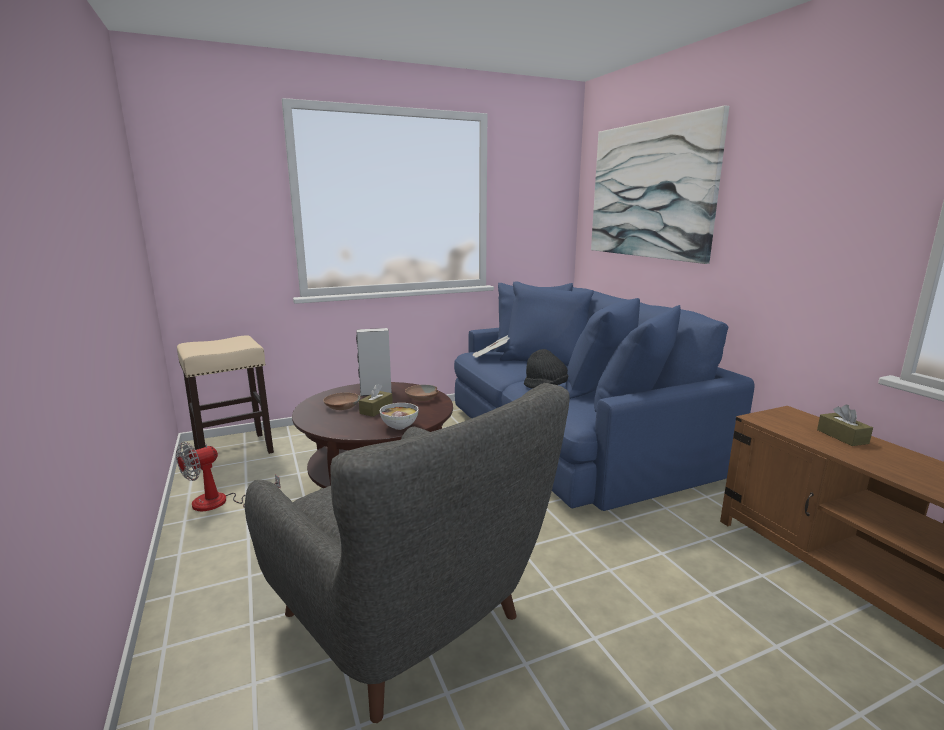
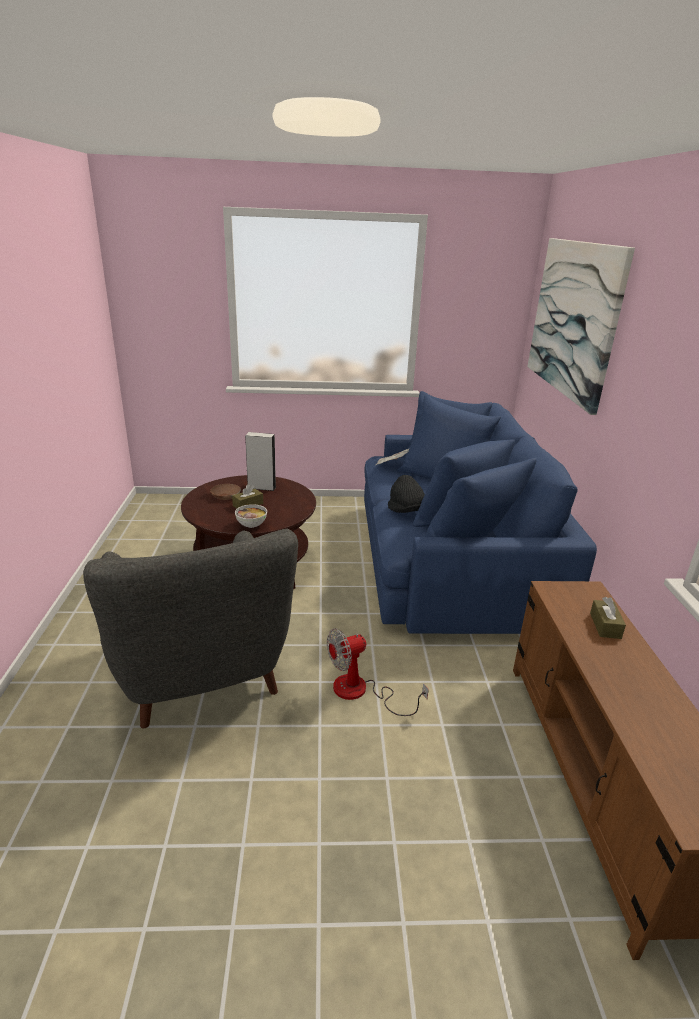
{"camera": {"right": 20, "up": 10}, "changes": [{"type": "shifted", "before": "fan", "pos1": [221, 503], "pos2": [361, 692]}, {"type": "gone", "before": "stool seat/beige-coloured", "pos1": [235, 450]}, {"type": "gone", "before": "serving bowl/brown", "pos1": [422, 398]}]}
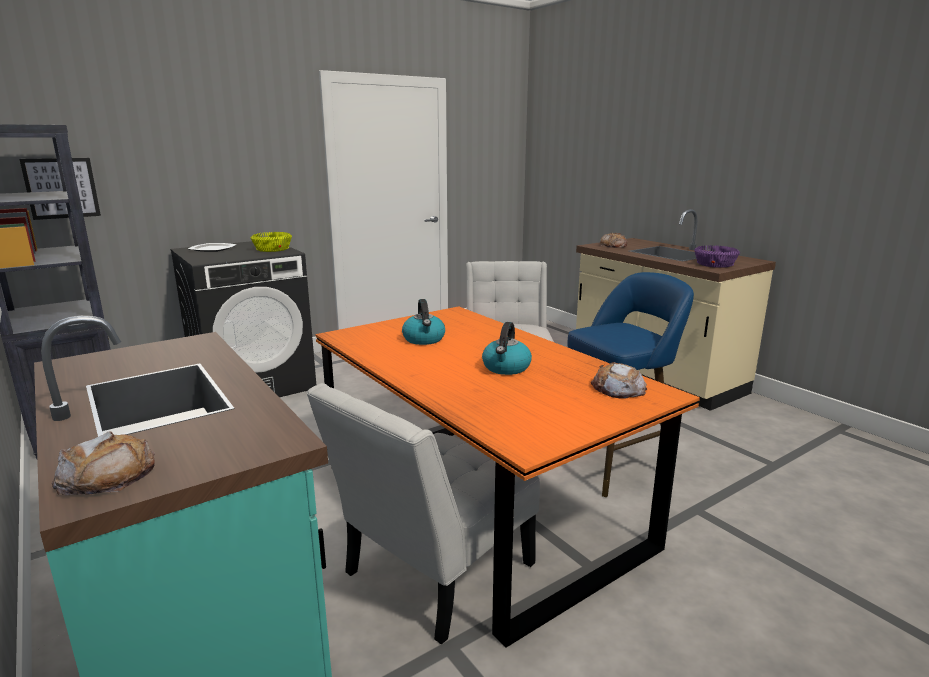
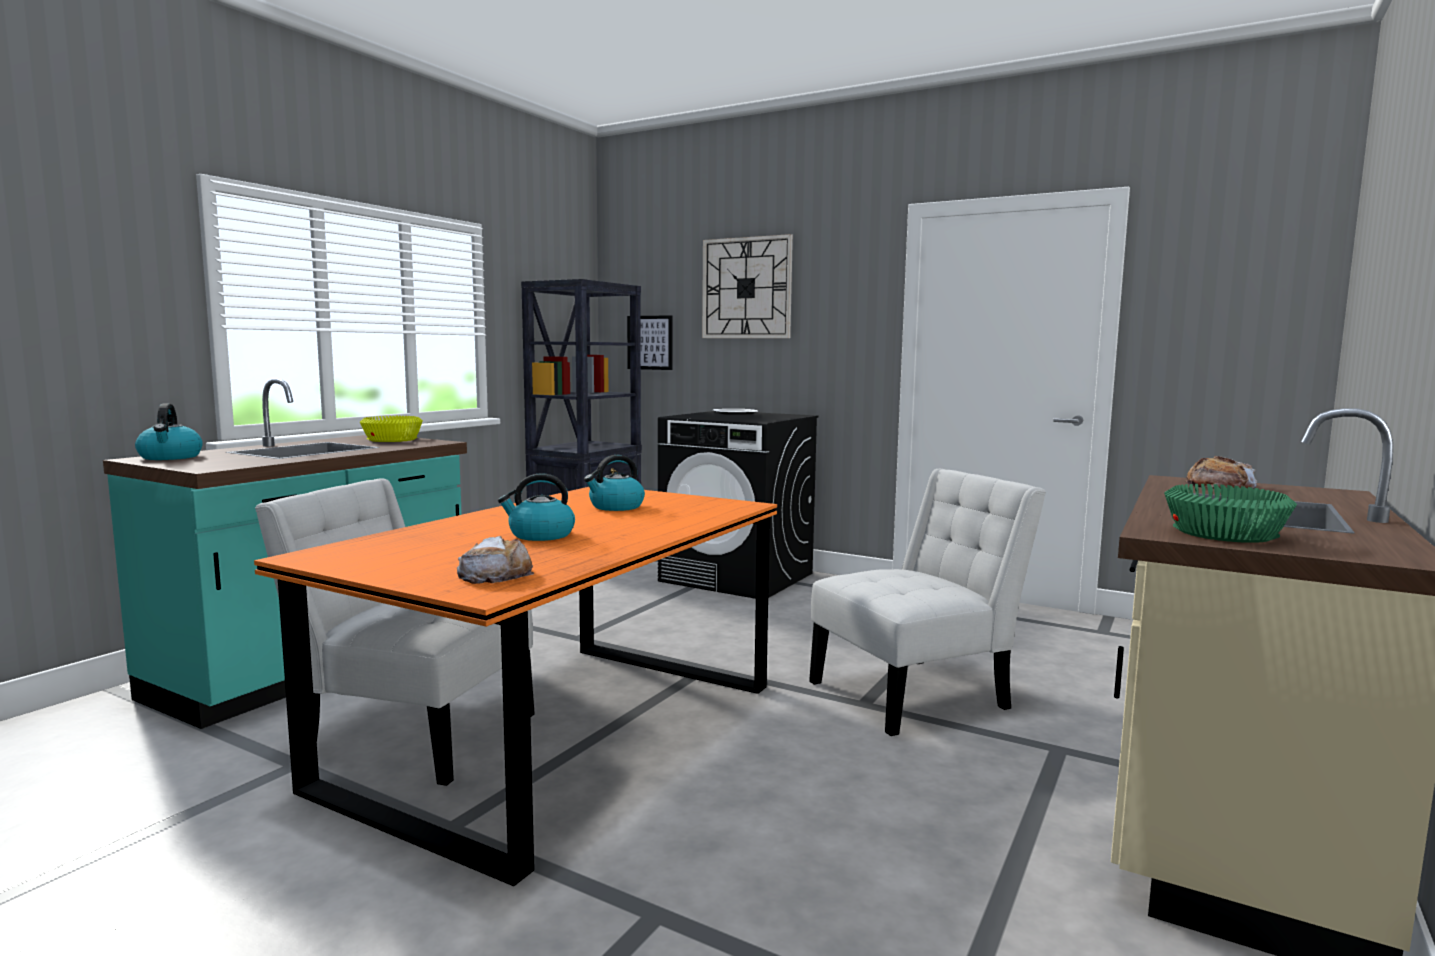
{"camera": {"right": 65, "up": -10}, "changes": [{"type": "swapped", "before": "bakery bread", "after": "kettle", "pos1": [107, 474], "pos2": [170, 457]}, {"type": "shifted", "before": "serving bowl/yellow-coloured", "pos1": [272, 249], "pos2": [391, 439]}, {"type": "new", "after": "hanging clock", "pos2": [746, 288]}, {"type": "repainted", "before": "serving bowl/purplish", "after": "serving bowl/greenish", "pos1": [714, 264], "pos2": [1221, 533]}, {"type": "gone", "before": "stool seat/blue", "pos1": [614, 463]}]}
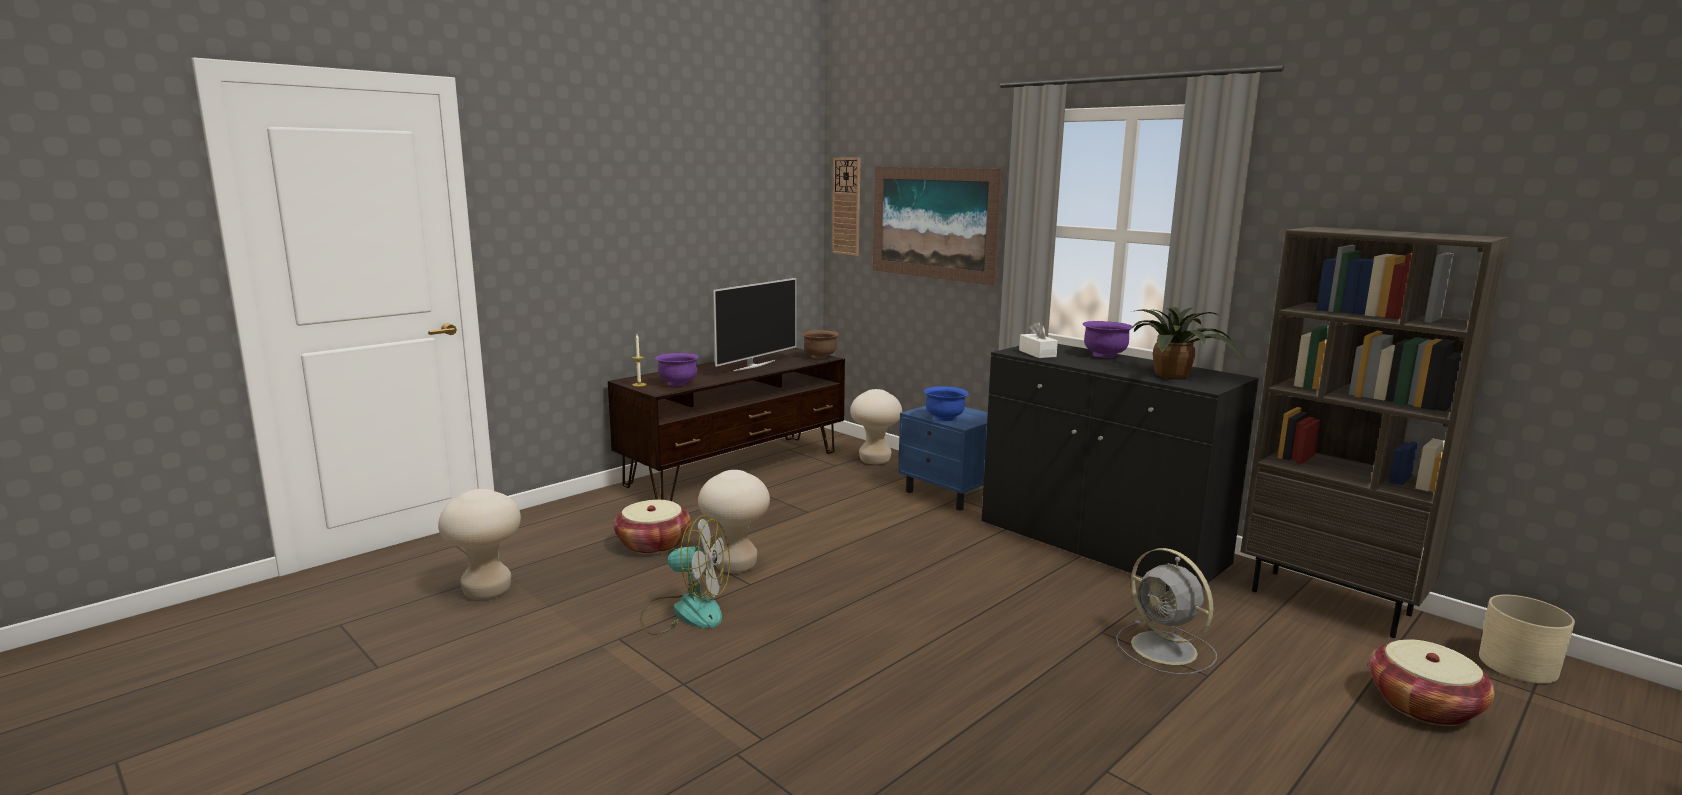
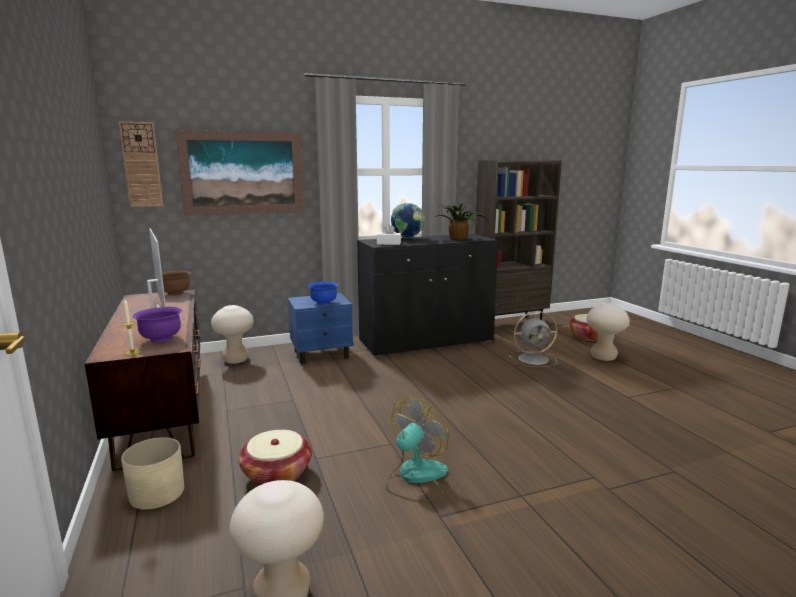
{"camera": {"right": -65, "up": 0}, "changes": [{"type": "shifted", "before": "plant pot/beige-coloured", "pos1": [1517, 665], "pos2": [157, 493]}, {"type": "swapped", "before": "serving bowl/purplish", "after": "desk globe", "pos1": [1105, 355], "pos2": [407, 238]}, {"type": "shifted", "before": "stool seat/beige-coloured", "pos1": [735, 566], "pos2": [603, 357]}]}
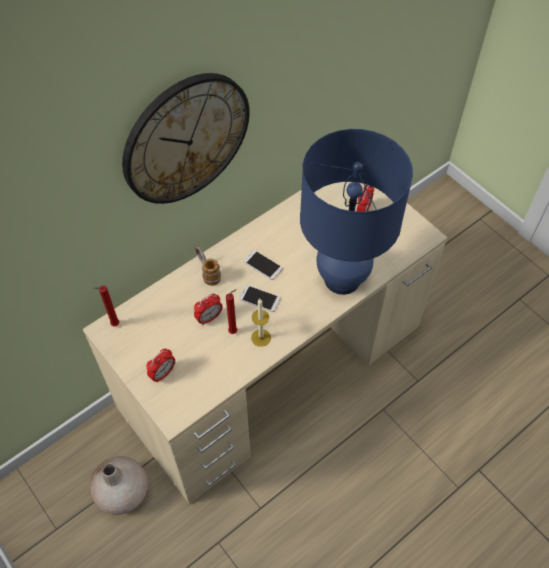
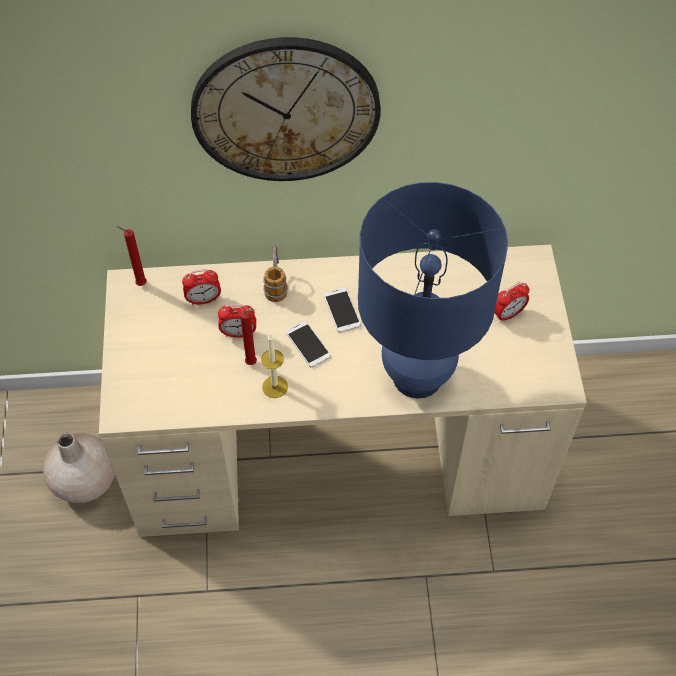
{"camera": {"right": 35, "up": 0}, "changes": [{"type": "shifted", "before": "bedside clock", "pos1": [163, 373], "pos2": [203, 300]}]}
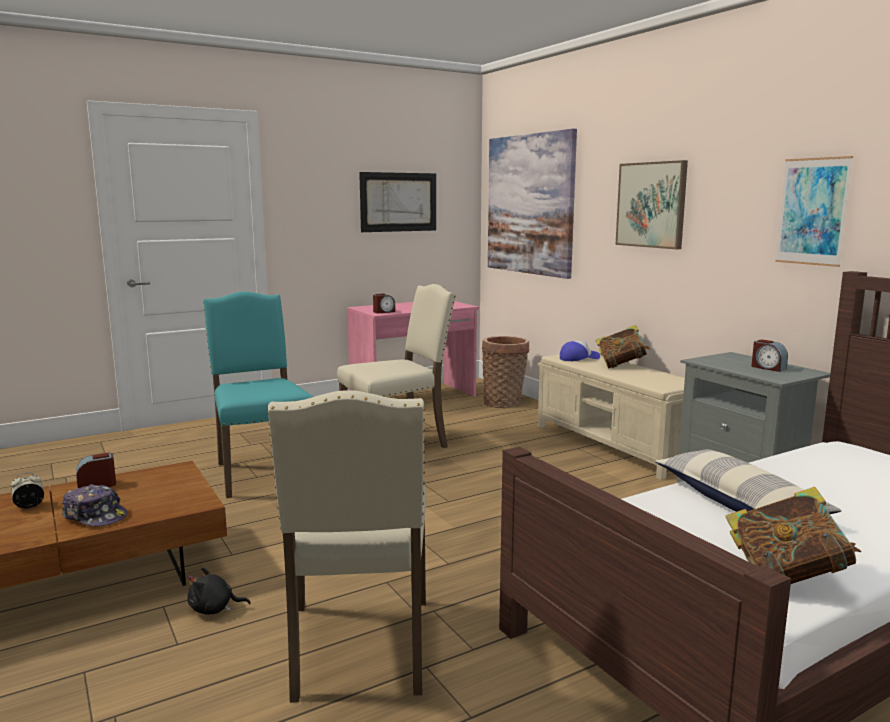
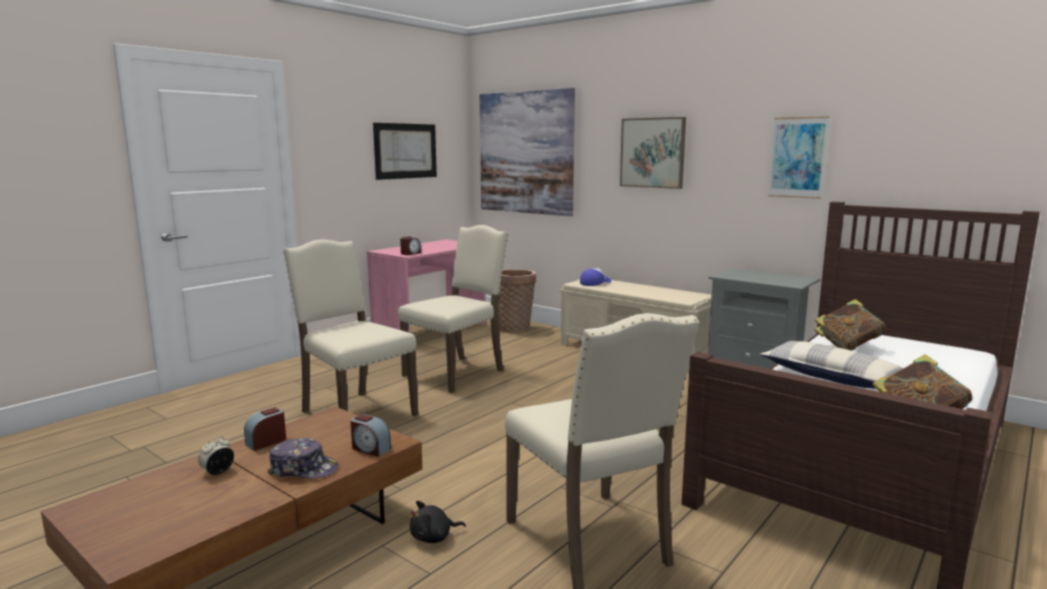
{"camera": {"right": -20, "up": 0}, "changes": [{"type": "repainted", "before": "chair/turquoise", "after": "chair/beige-coloured", "pos1": [262, 472], "pos2": [355, 413]}, {"type": "shifted", "before": "bedside clock", "pos1": [768, 368], "pos2": [370, 449]}, {"type": "shifted", "before": "volume", "pos1": [621, 365], "pos2": [847, 347]}]}
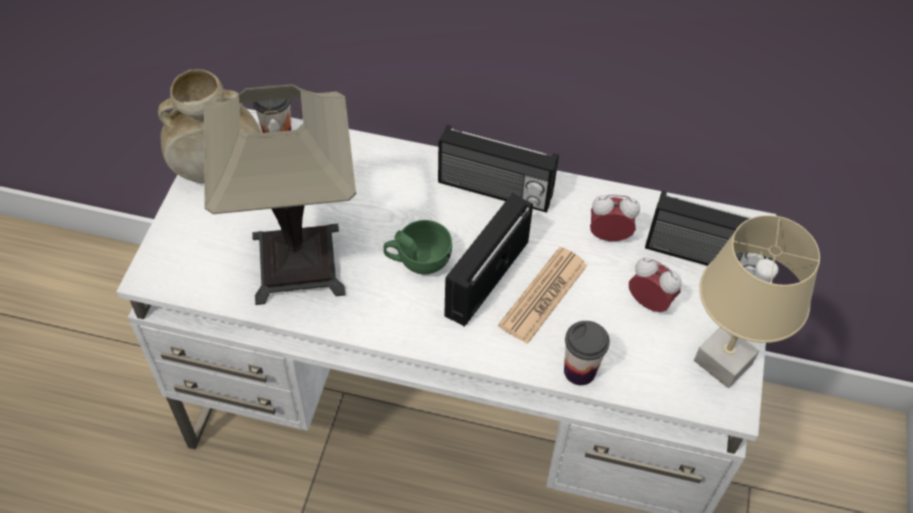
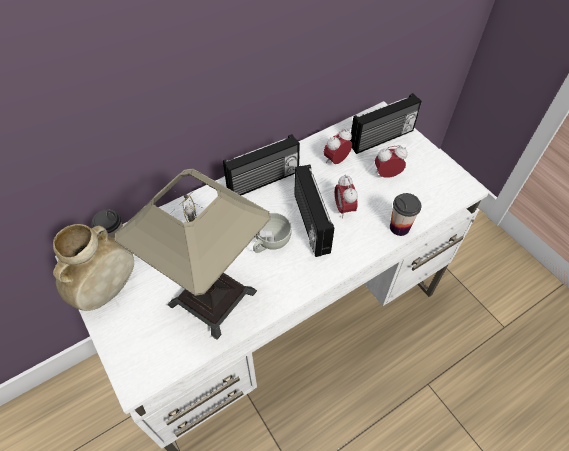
{"camera": {"right": -45, "up": 0}, "changes": [{"type": "repainted", "before": "small cup/greenish", "after": "small cup/white", "pos1": [418, 260], "pos2": [270, 242]}, {"type": "swapped", "before": "printed paper", "after": "bedside clock", "pos1": [543, 295], "pos2": [344, 209]}, {"type": "gone", "before": "tabletop lamp/beige-coloured", "pos1": [722, 362]}]}
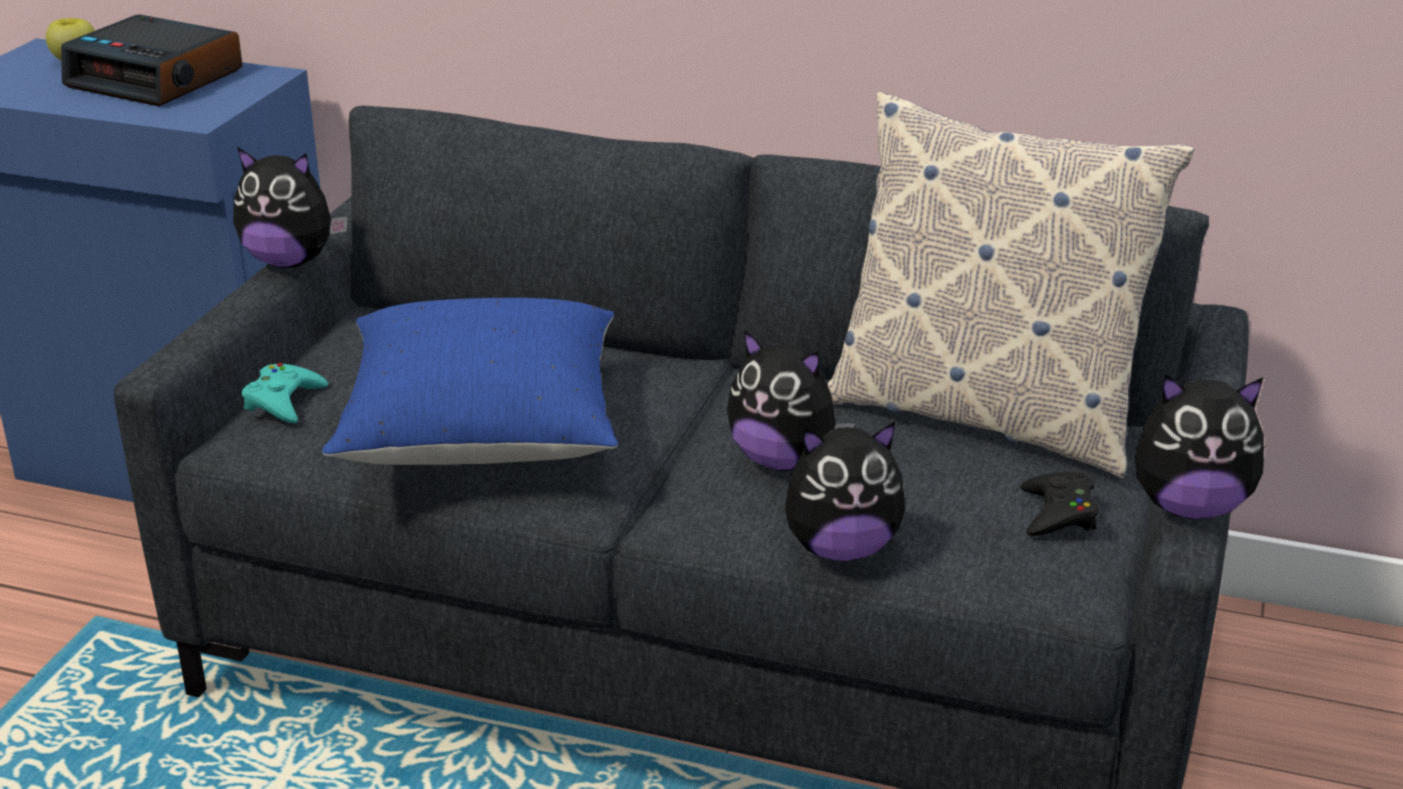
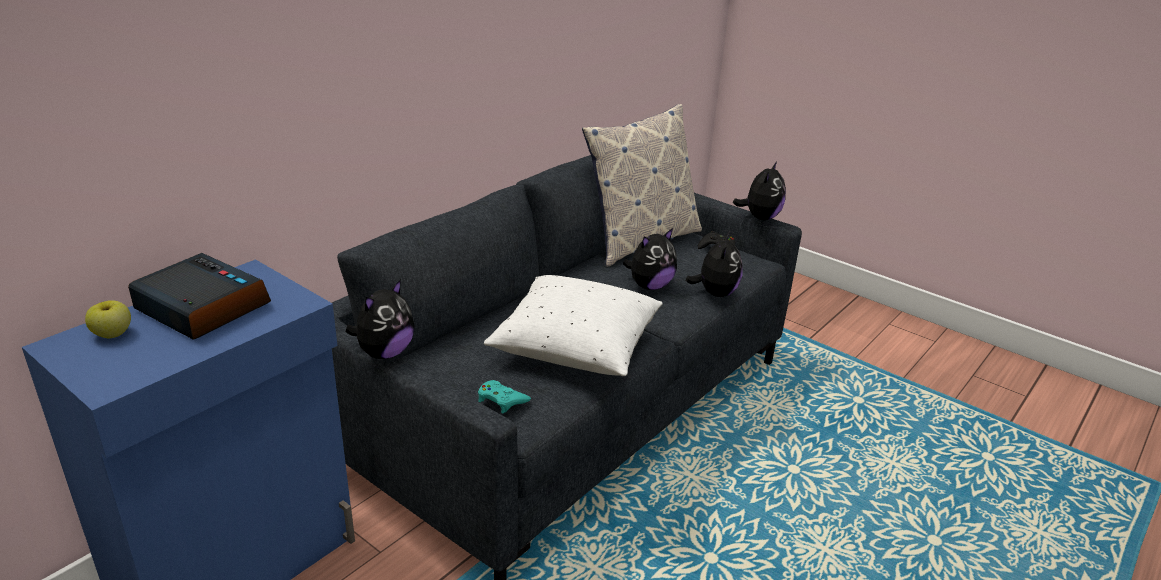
{"camera": {"right": -70, "up": 0}, "changes": [{"type": "rotated", "before": "bedside clock", "pos1": [157, 78], "pos2": [201, 307], "turn": -105}, {"type": "repainted", "before": "pillow/blue", "after": "pillow/white", "pos1": [482, 431], "pos2": [576, 348]}]}
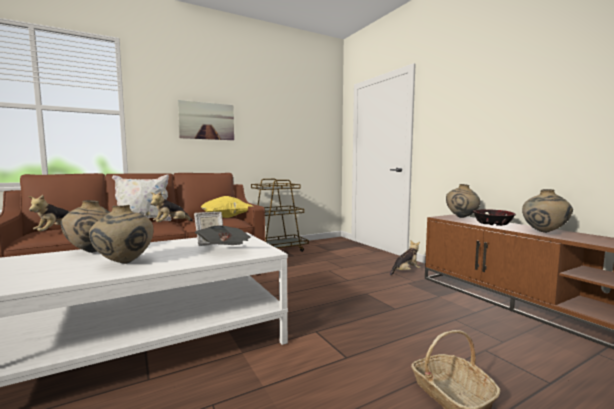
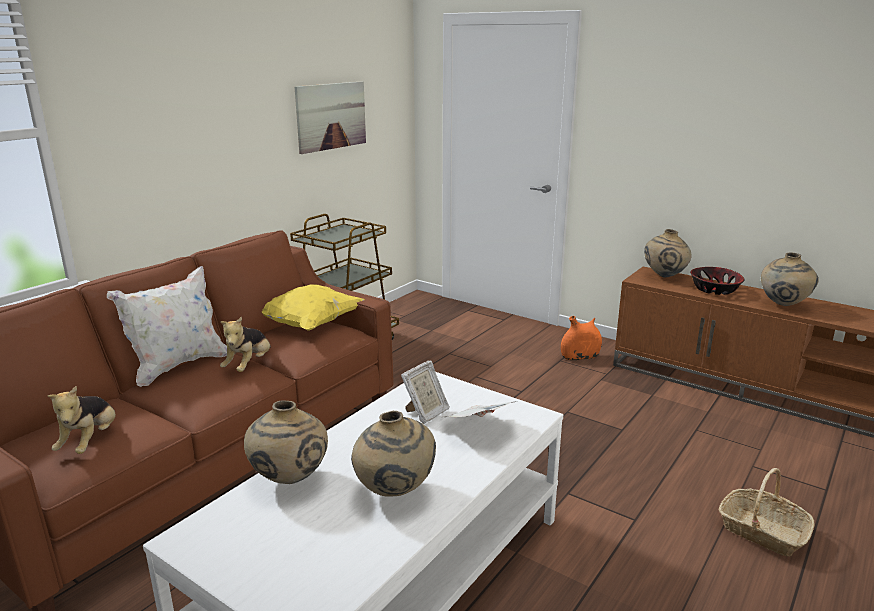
{"camera": {"right": -25, "up": 15}, "changes": [{"type": "shifted", "before": "wall art", "pos1": [207, 121], "pos2": [331, 116]}, {"type": "swapped", "before": "soft toy", "after": "vase/orange", "pos1": [405, 272], "pos2": [580, 357]}]}
